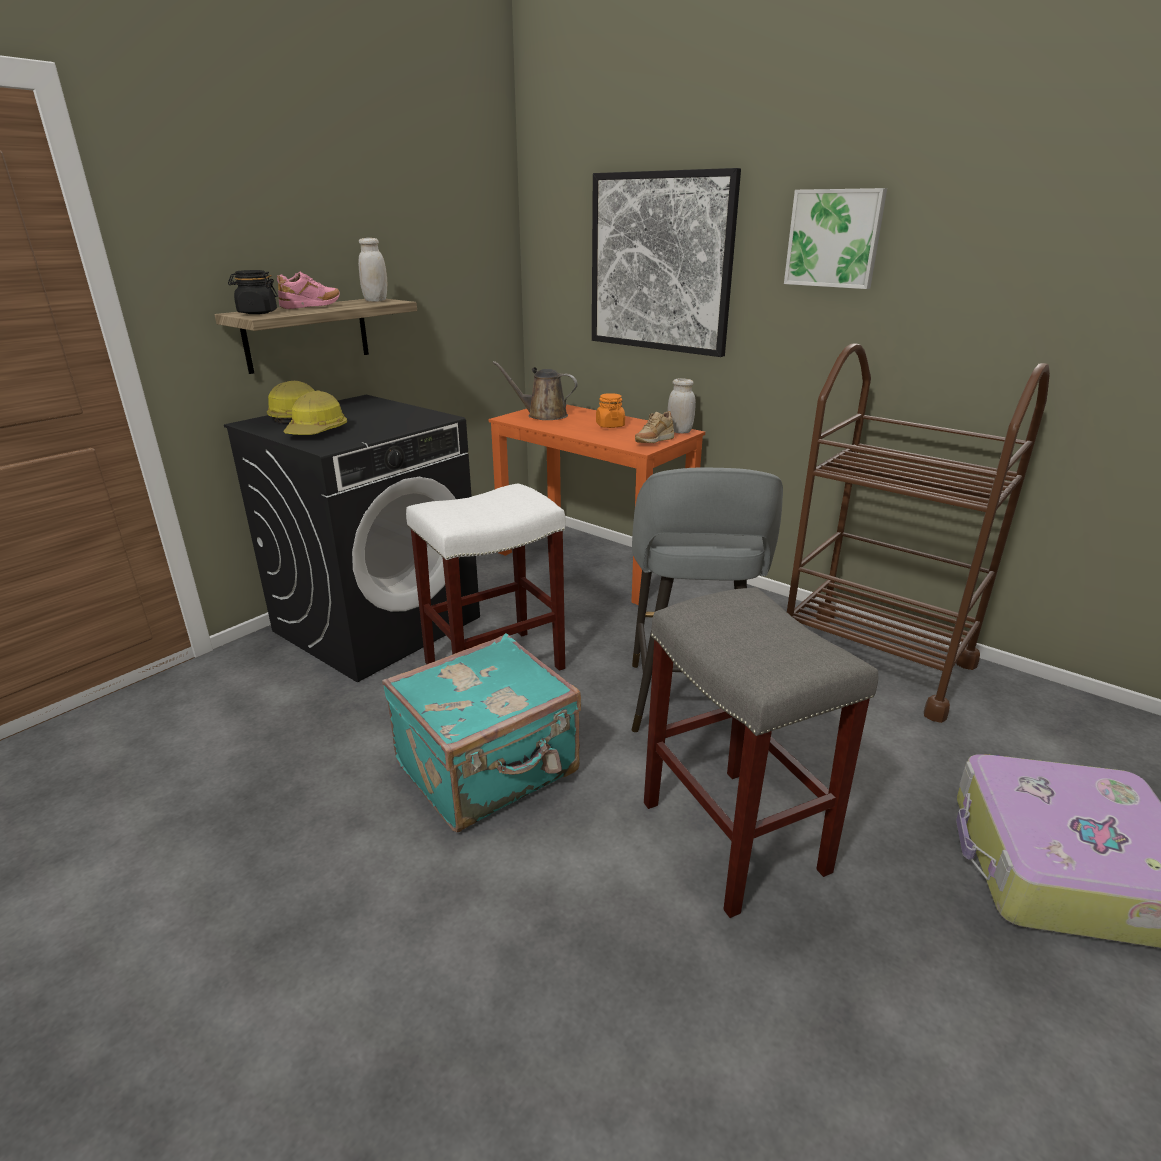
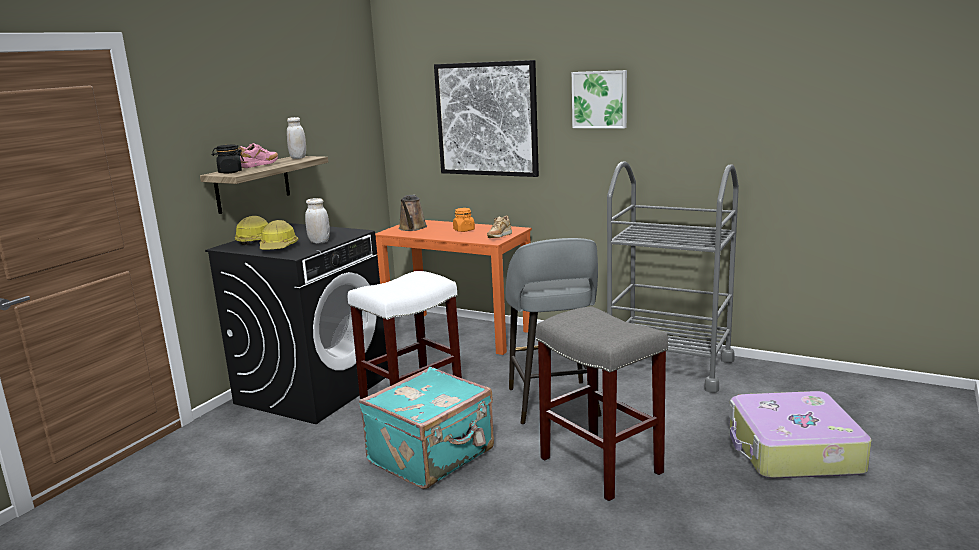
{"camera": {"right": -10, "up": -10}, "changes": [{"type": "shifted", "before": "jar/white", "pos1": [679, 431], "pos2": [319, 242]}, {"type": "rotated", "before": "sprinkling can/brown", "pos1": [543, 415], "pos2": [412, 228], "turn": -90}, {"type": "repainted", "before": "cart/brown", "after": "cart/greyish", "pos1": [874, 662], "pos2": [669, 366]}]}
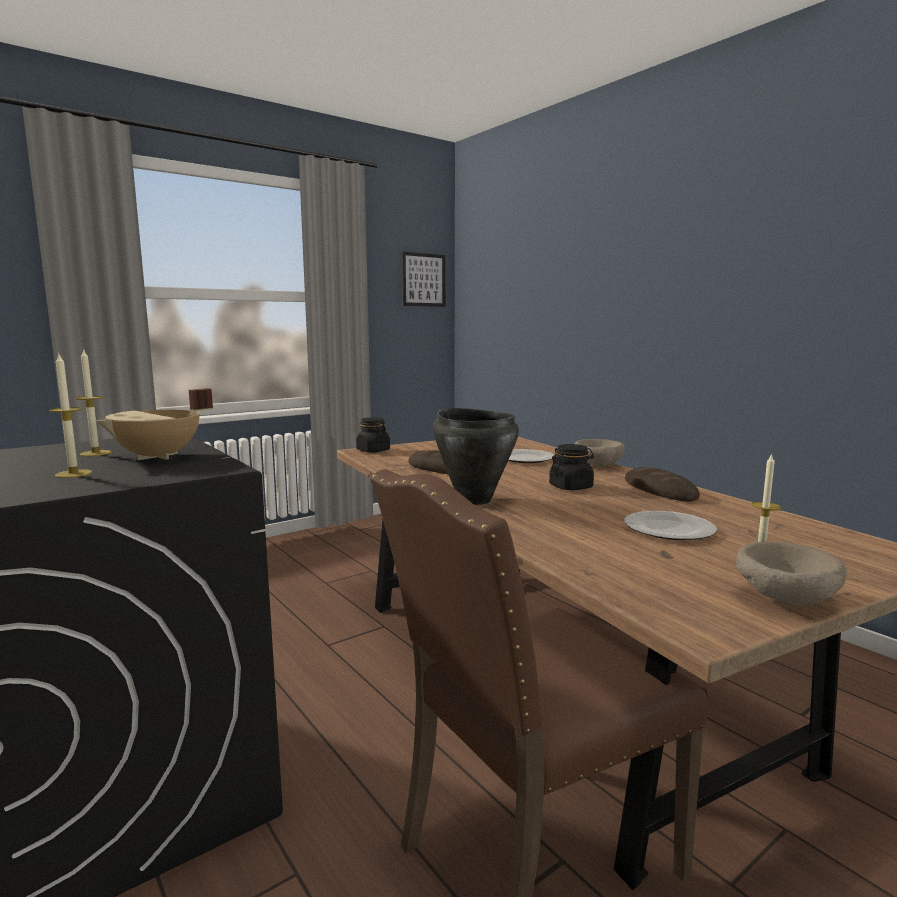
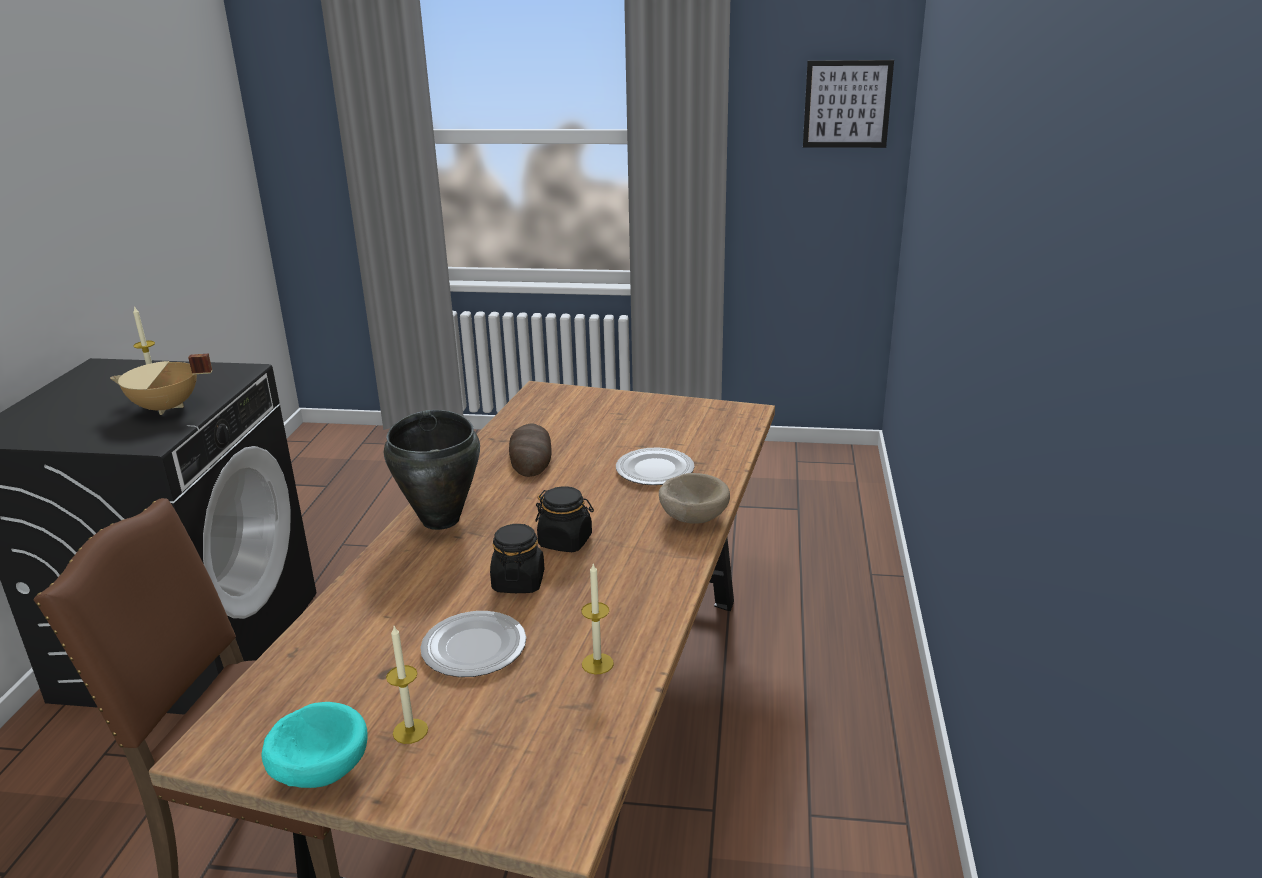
{"camera": {"right": 45, "up": 15}, "changes": [{"type": "repainted", "before": "serving bowl/beige-coloured", "after": "serving bowl/turquoise", "pos1": [783, 599], "pos2": [320, 769]}, {"type": "shifted", "before": "jar/black-coloured", "pos1": [373, 450], "pos2": [518, 582]}, {"type": "shifted", "before": "wax light", "pos1": [73, 474], "pos2": [597, 663]}, {"type": "gone", "before": "bakery bread", "pos1": [659, 491]}]}
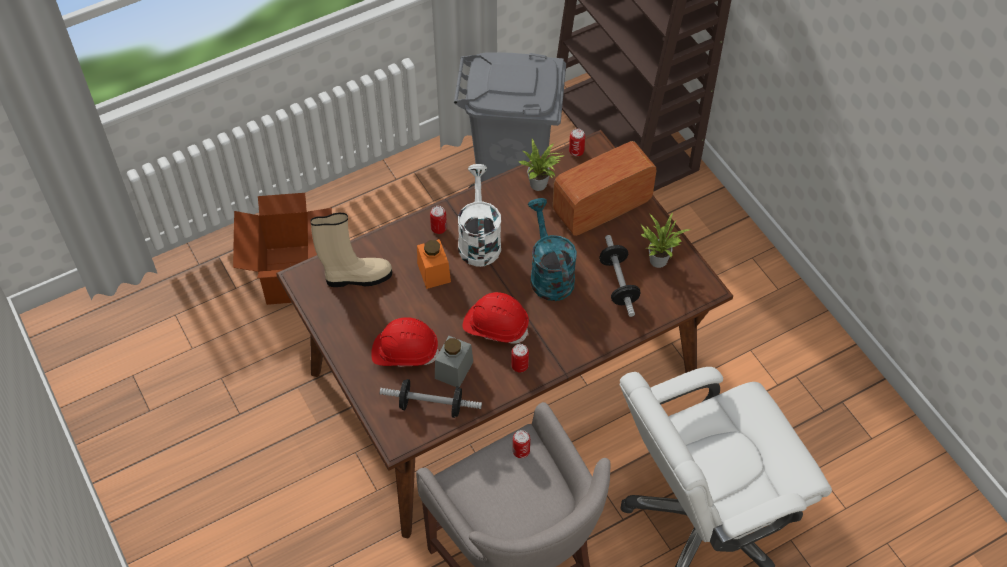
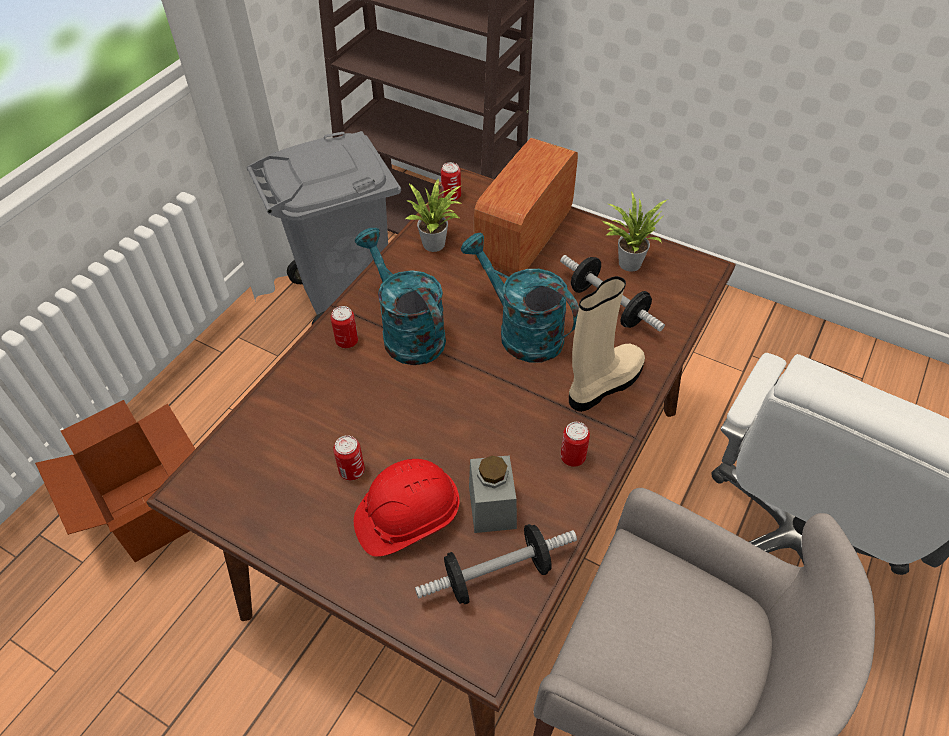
{"camera": {"right": -30, "up": -5}, "changes": [{"type": "shifted", "before": "metal can", "pos1": [521, 451], "pos2": [352, 471]}, {"type": "repainted", "before": "sprinkling can/white", "after": "sprinkling can/turquoise", "pos1": [478, 239], "pos2": [407, 332]}, {"type": "shifted", "before": "tall boot/beige-coloured", "pos1": [356, 277], "pos2": [603, 384]}, {"type": "gone", "before": "jar/orange", "pos1": [434, 273]}, {"type": "gone", "before": "safety helmet/red-coloured", "pos1": [496, 326]}]}
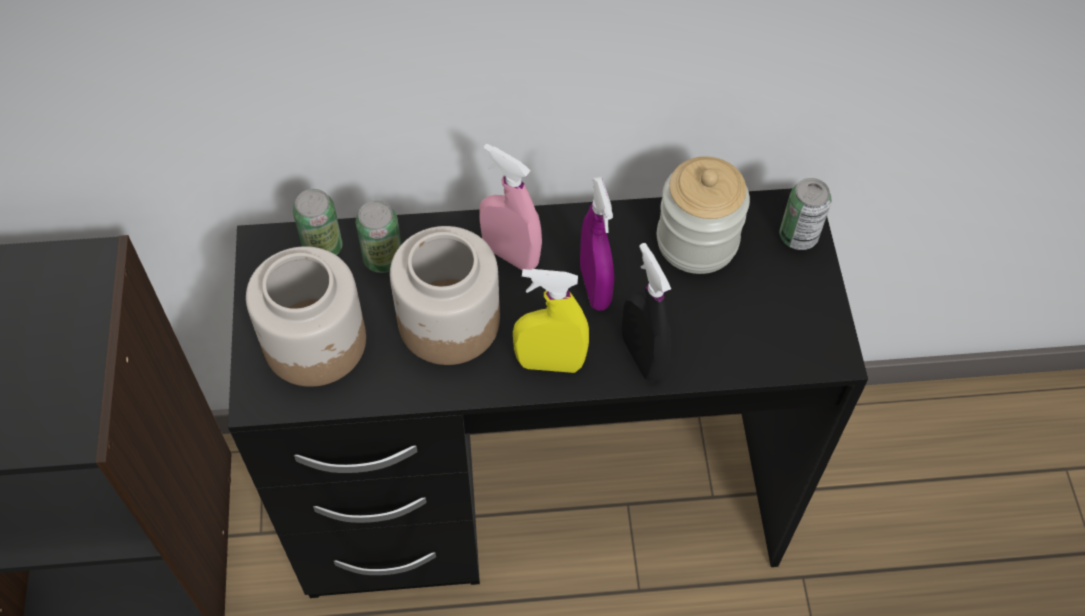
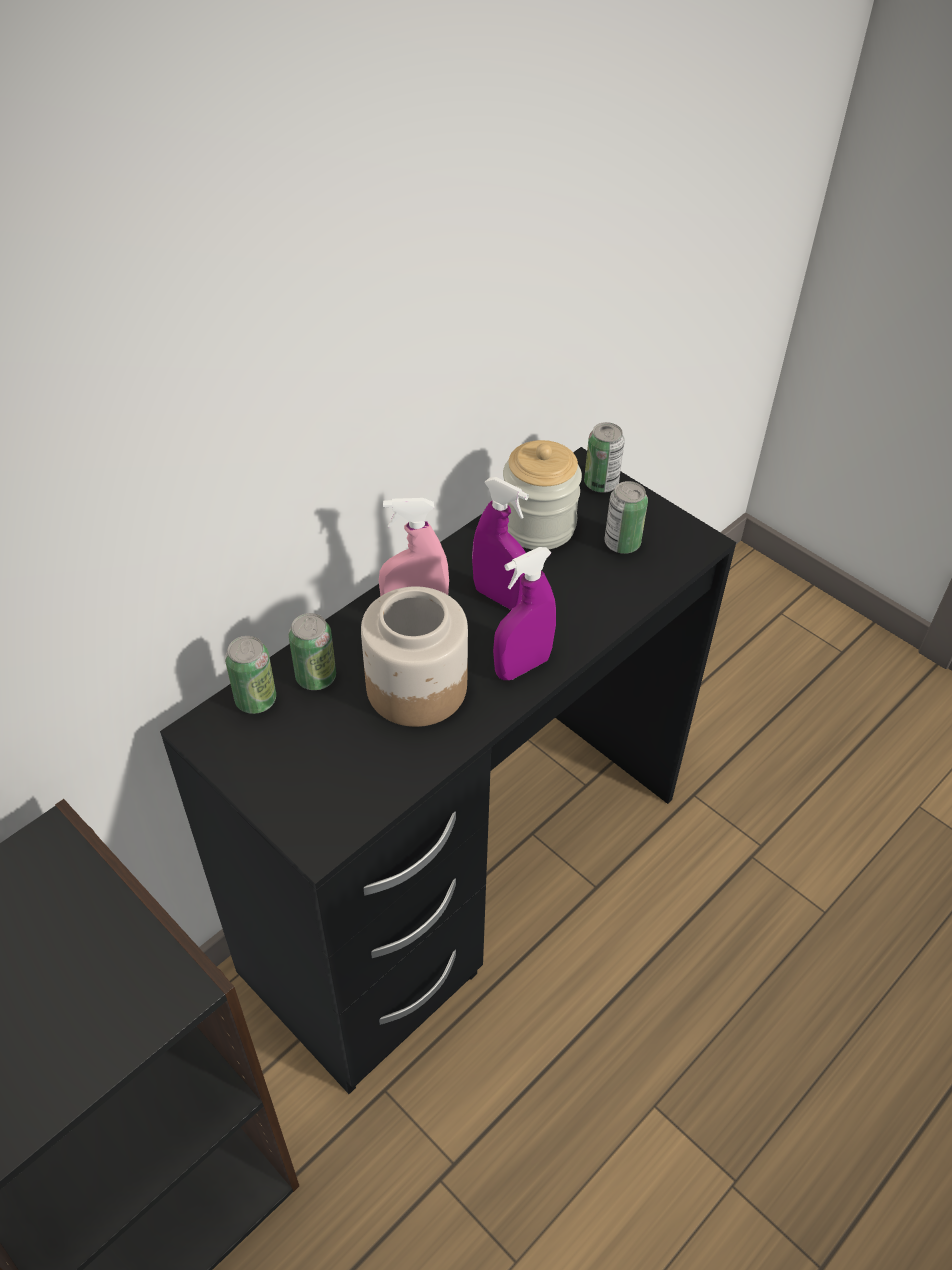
{"camera": {"right": -40, "up": -10}, "changes": [{"type": "repainted", "before": "spray bottle/yellow-coloured", "after": "spray bottle/purplish", "pos1": [550, 363], "pos2": [522, 666]}, {"type": "new", "after": "metal can", "pos2": [622, 543]}, {"type": "gone", "before": "jar", "pos1": [316, 342]}, {"type": "gone", "before": "spray bottle/black-coloured", "pos1": [642, 357]}]}
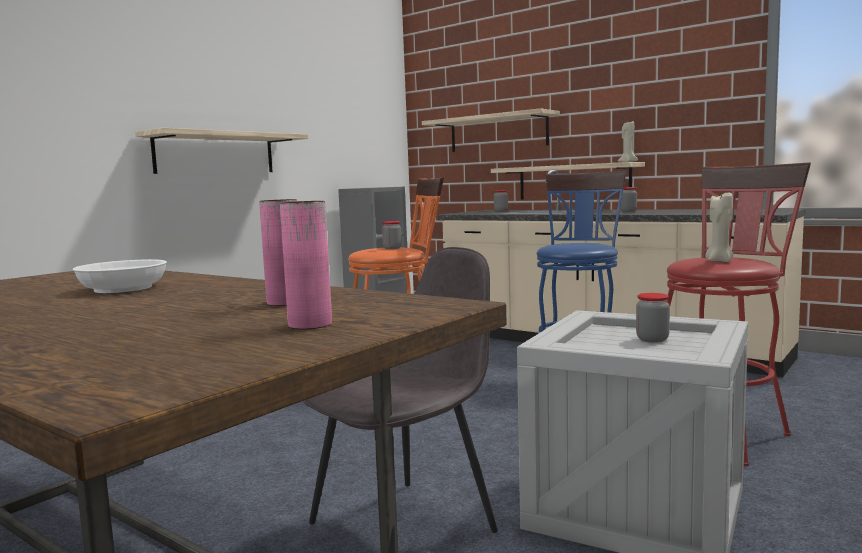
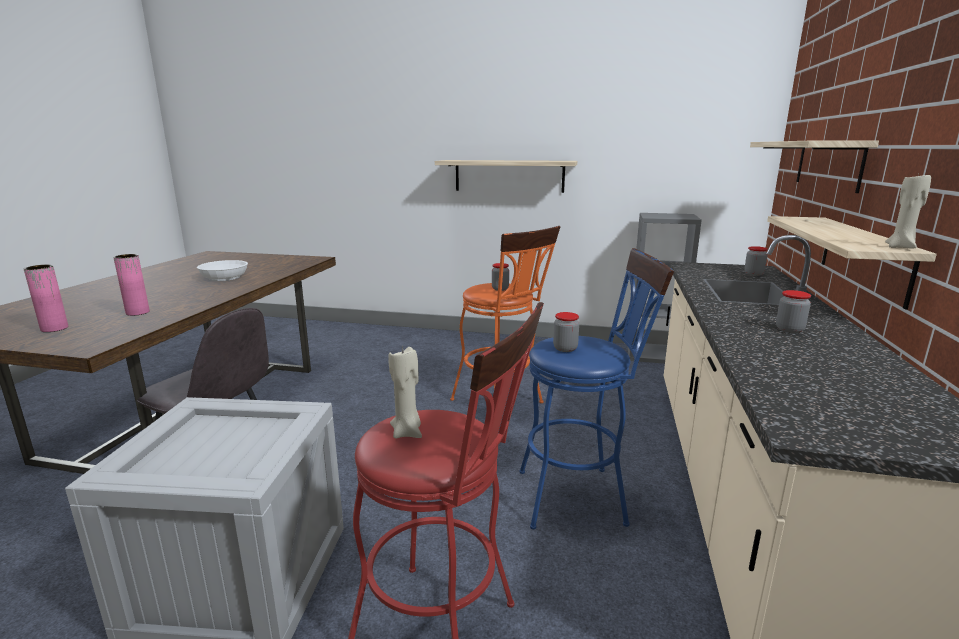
{"camera": {"right": 65, "up": 10}, "changes": [{"type": "shifted", "before": "jar", "pos1": [652, 339], "pos2": [565, 348]}]}
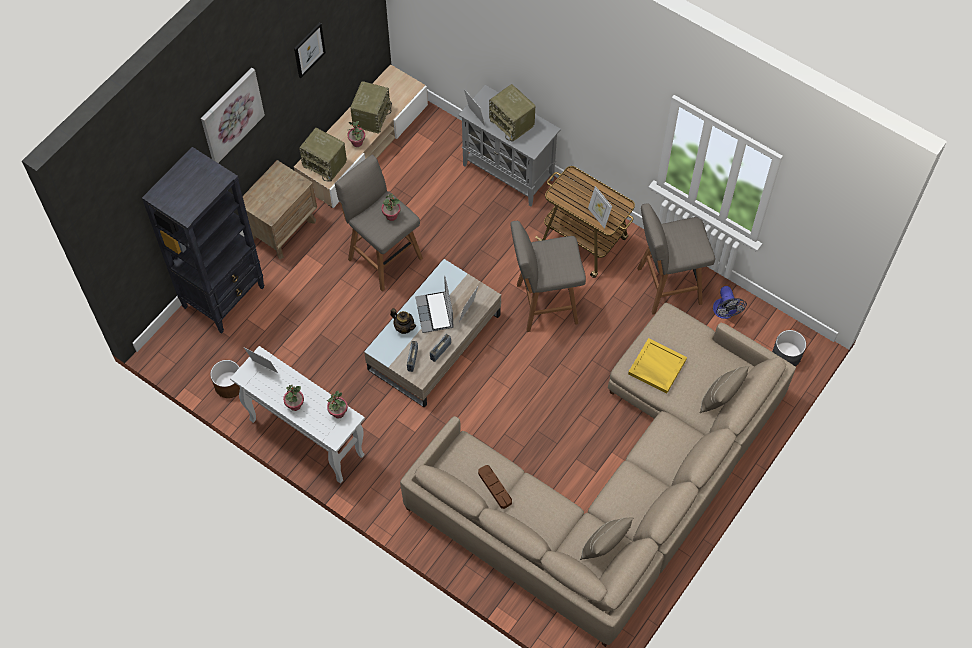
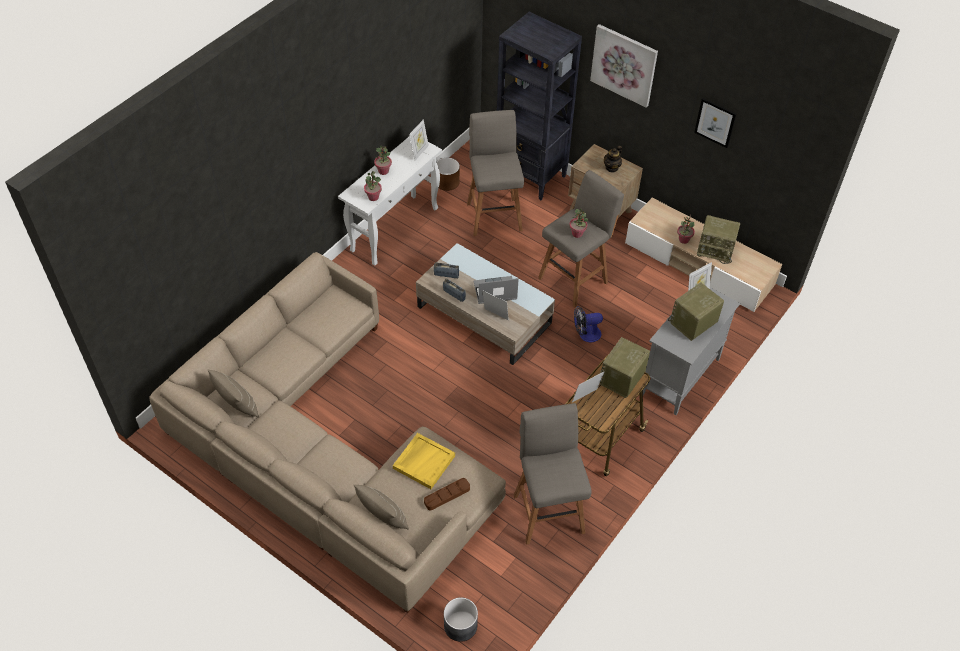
{"camera": {"right": 90, "up": -10}, "changes": [{"type": "shifted", "before": "carrying tray/brown", "pos1": [495, 487], "pos2": [447, 495]}, {"type": "shifted", "before": "stool seat/greyish", "pos1": [544, 304], "pos2": [494, 215]}, {"type": "shifted", "before": "fan", "pos1": [725, 312], "pos2": [585, 334]}, {"type": "shifted", "before": "radio receiver", "pos1": [325, 164], "pos2": [622, 379]}, {"type": "shifted", "before": "teapot", "pos1": [404, 327], "pos2": [612, 167]}]}
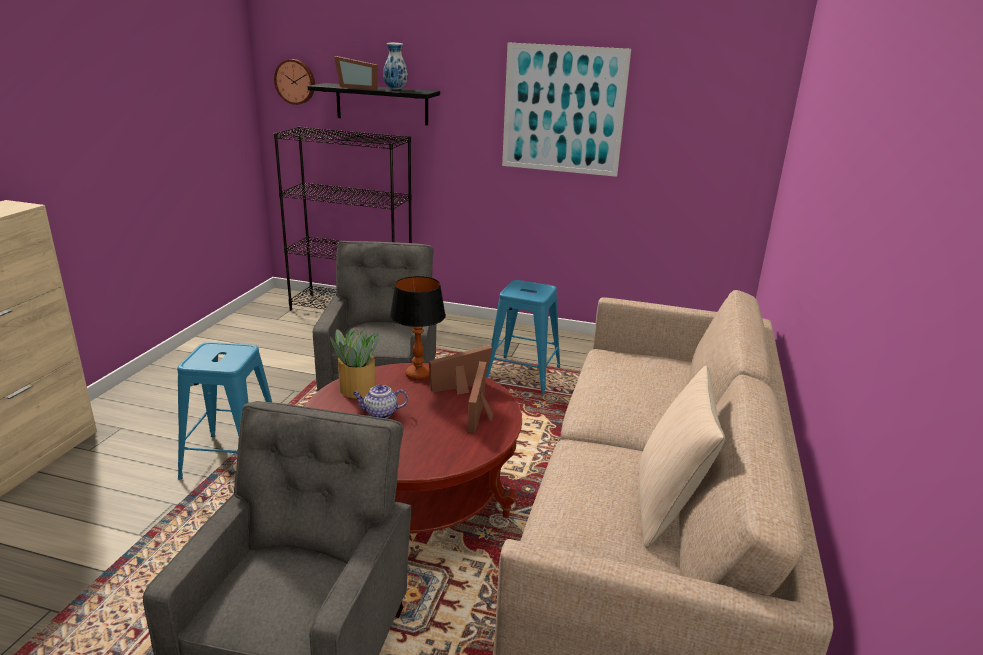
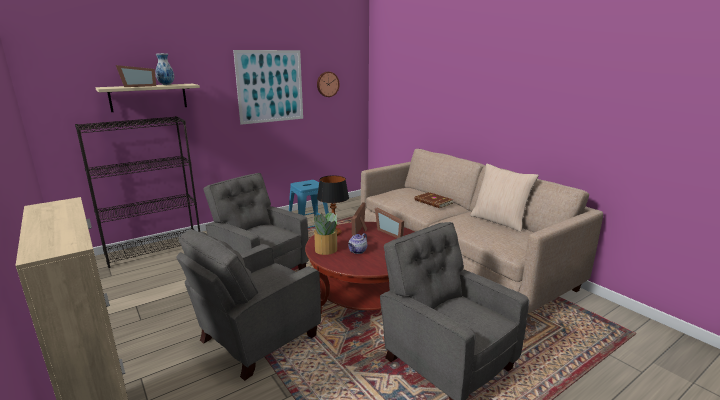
{"camera": {"right": -50, "up": -5}, "changes": [{"type": "repainted", "before": "shelf/black-coloured", "after": "shelf/beige-coloured", "pos1": [382, 104], "pos2": [148, 97]}, {"type": "swapped", "before": "stool seat/blue", "after": "armchair/greyish", "pos1": [233, 459], "pos2": [256, 339]}, {"type": "shifted", "before": "hanging clock", "pos1": [295, 81], "pos2": [327, 84]}, {"type": "new", "after": "volume/brown", "pos2": [433, 202]}]}
